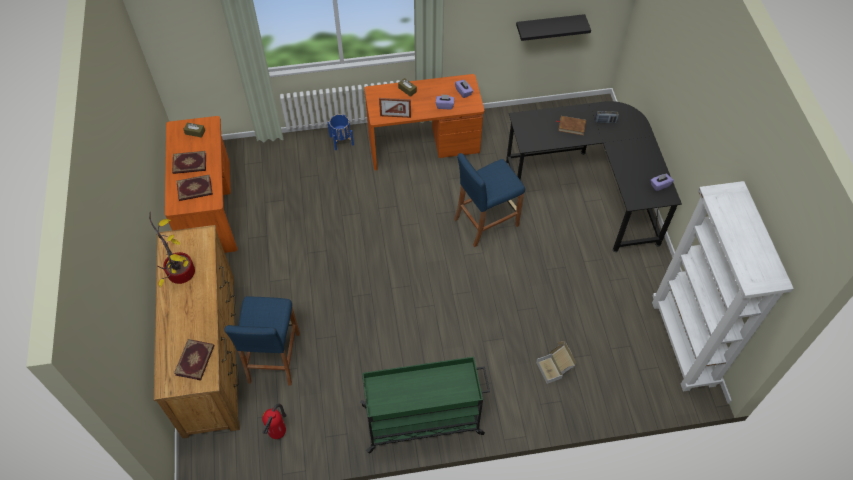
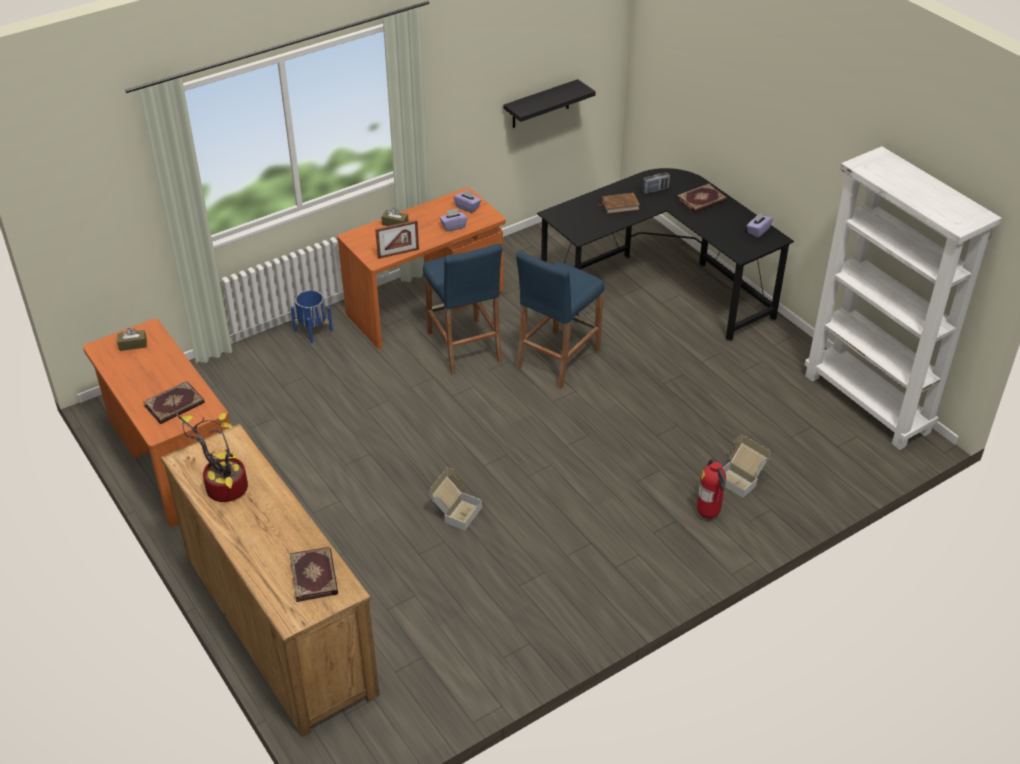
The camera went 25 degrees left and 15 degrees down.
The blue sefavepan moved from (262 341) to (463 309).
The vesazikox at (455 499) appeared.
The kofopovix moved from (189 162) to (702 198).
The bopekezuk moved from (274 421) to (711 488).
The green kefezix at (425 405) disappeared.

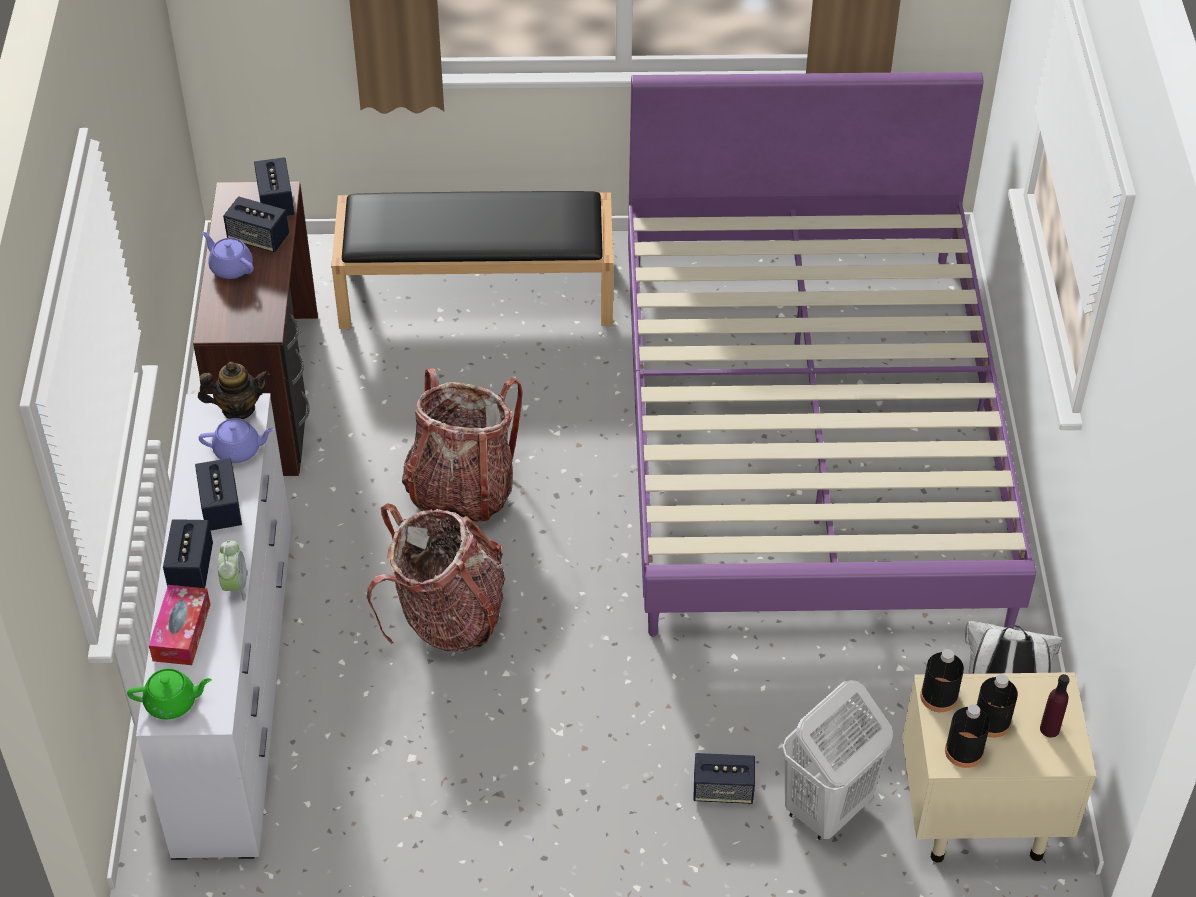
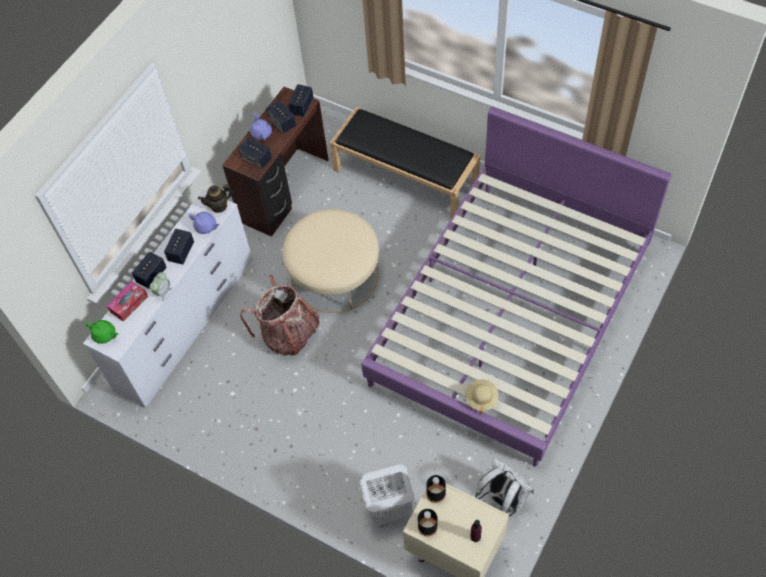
The camera went 35 degrees right and 10 degrees up.
The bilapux at (234 390) turned 135 degrees clockwise.
The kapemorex moved from (724 778) to (255 153).
The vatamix at (462 445) was replaced by the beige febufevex at (331 261).
The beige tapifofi at (481 397) appeared.
The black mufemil at (997 706) disappeared.

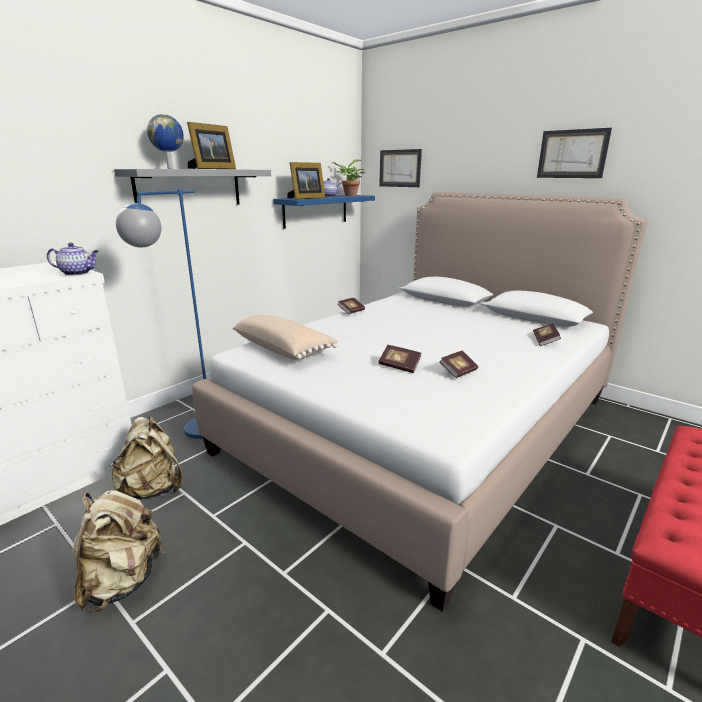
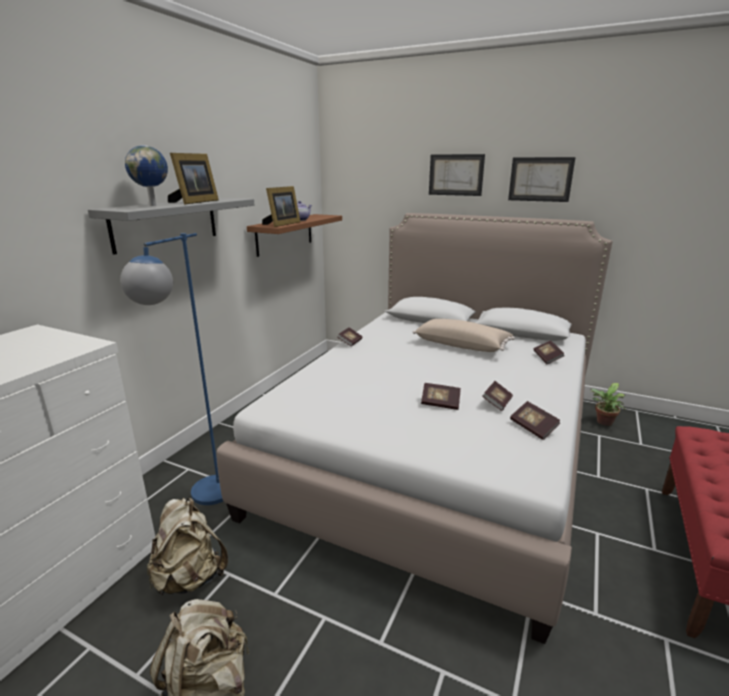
The camera went 15 degrees left and 0 degrees up.
The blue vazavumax at (324 212) became the brown vazavumax at (294 235).
The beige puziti moved from (285 337) to (464 335).
The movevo moved from (400 168) to (457 175).
The kofopovix at (535 420) appeared.
The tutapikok moved from (349 178) to (608 404).
The bilapux at (72 259) disappeared.

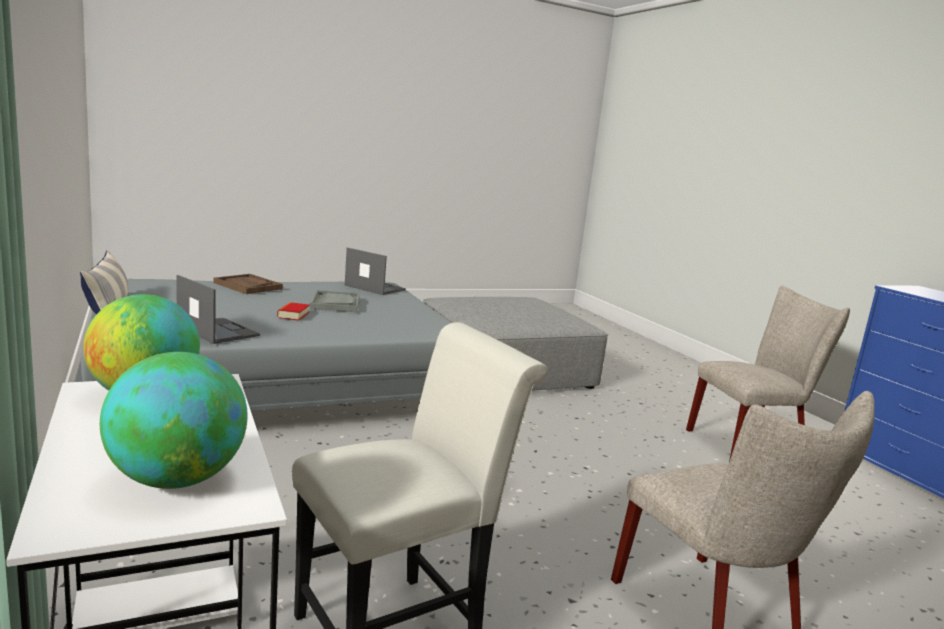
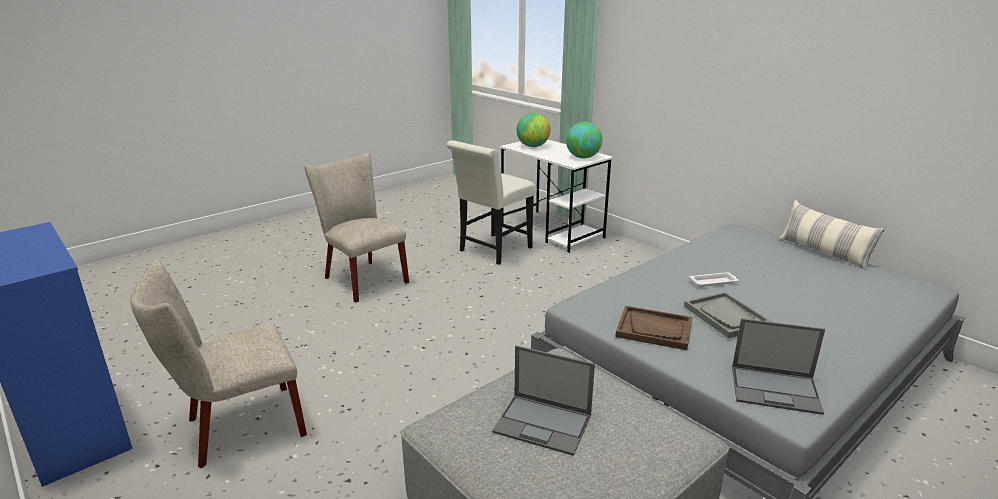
The camera went 165 degrees right and 10 degrees up.
The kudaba moved from (218 309) to (543 400).
The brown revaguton moved from (248 284) to (653 328).
The kofopovix at (293 311) was replaced by the white revaguton at (714 279).

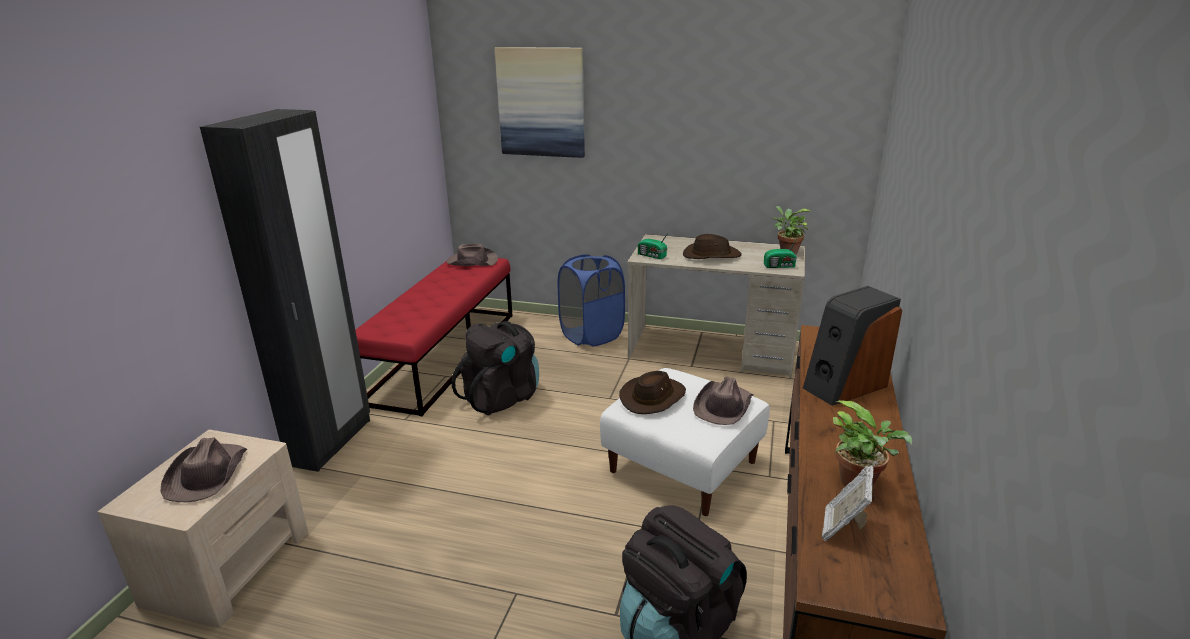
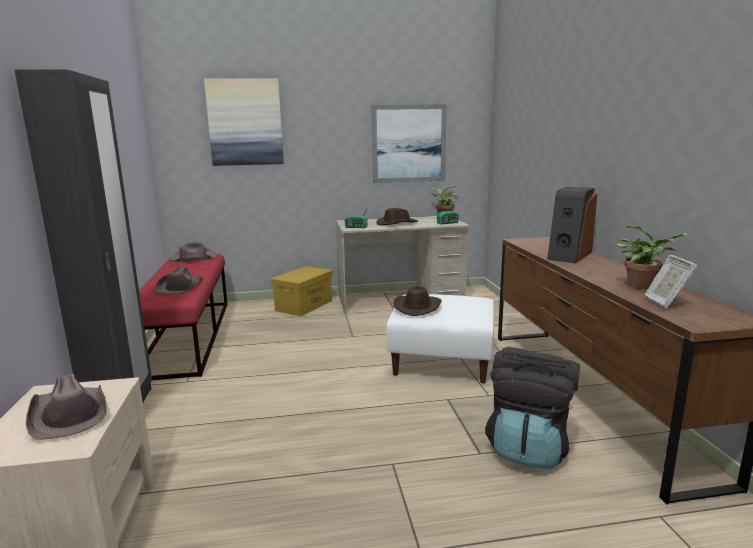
The camera went 25 degrees left and 10 degrees down.
The brown tapifofi moved from (723 400) to (179 280).
The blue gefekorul at (591 300) was replaced by the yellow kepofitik at (302 291).
The movevo at (409 143) appeared.
The black vatamix at (495 368) disappeared.

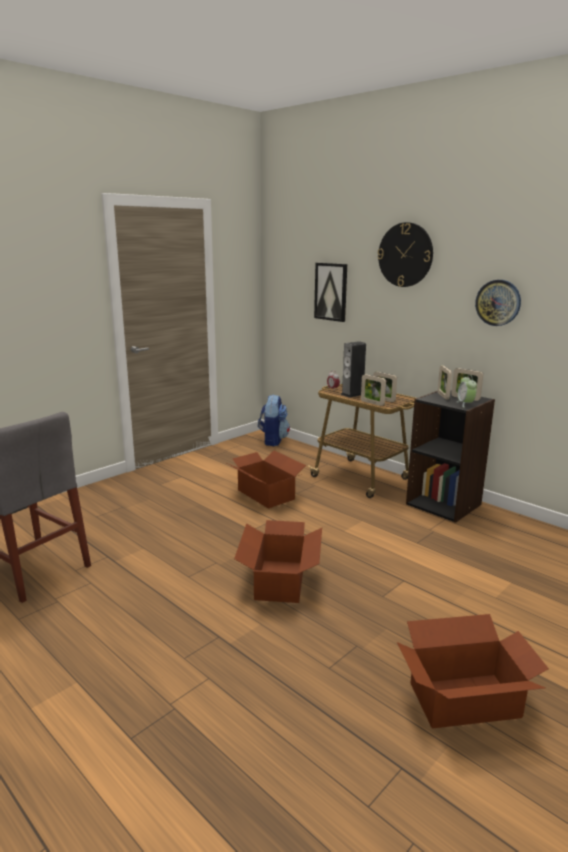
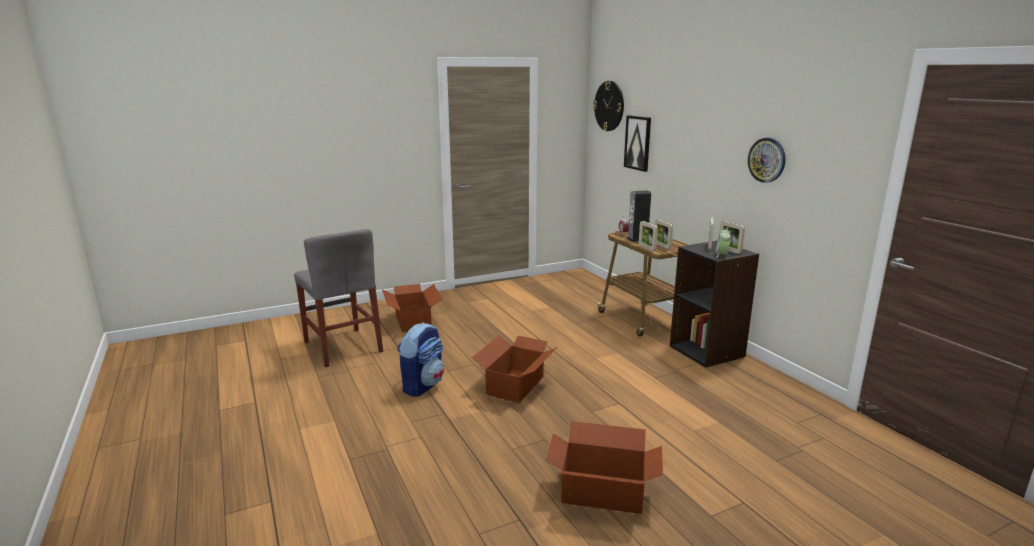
The camera went 20 degrees right and 0 degrees up.
The vesazikox moved from (266 479) to (412 308).
The vatamix moved from (274 420) to (420 360).
The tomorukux moved from (405 254) to (608 106).

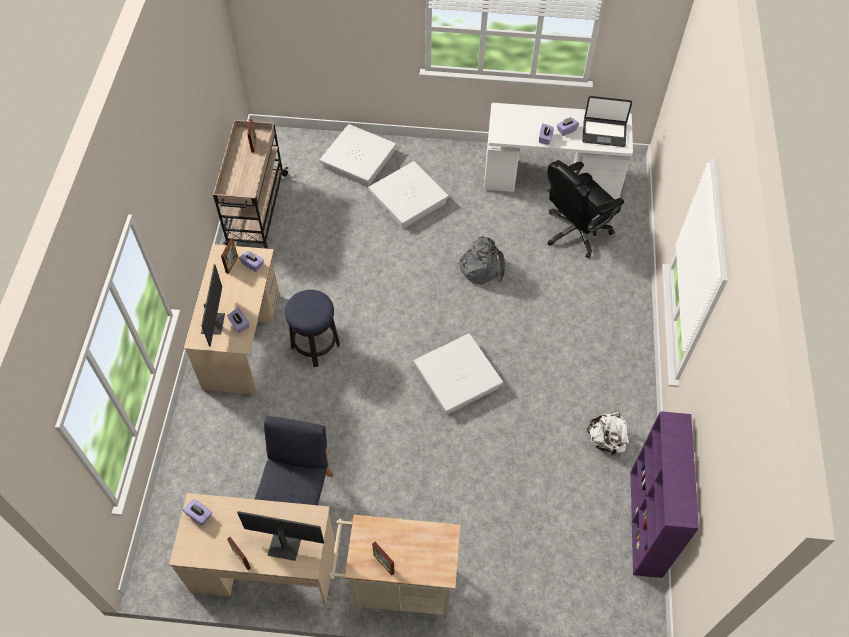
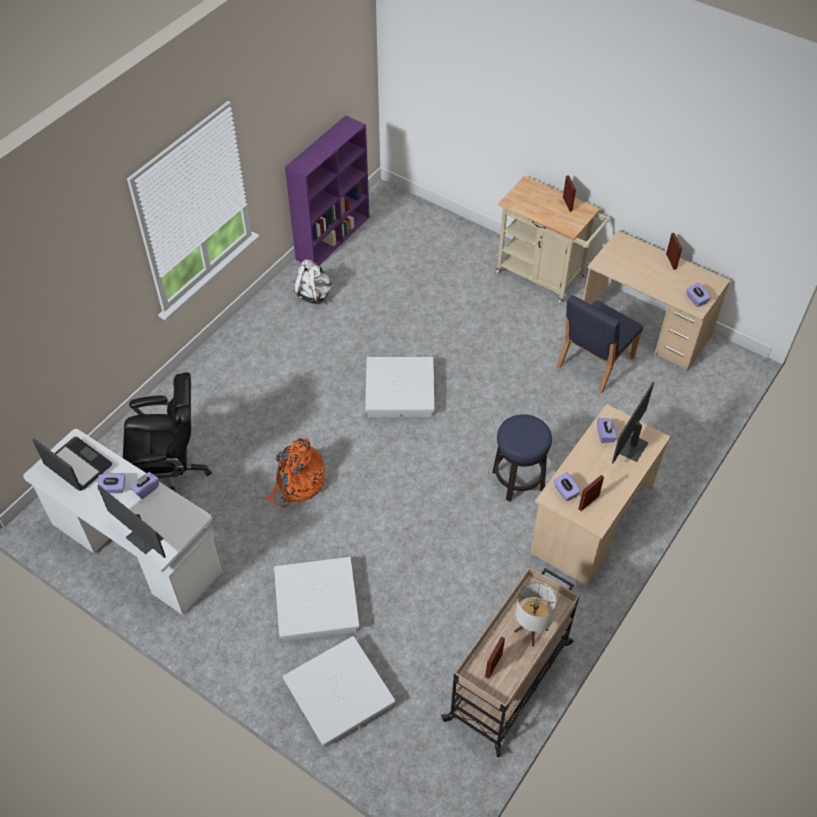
The camera went 150 degrees left and 5 degrees down.
The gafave moved from (280 536) to (131 521).
The grey vatamix at (481 260) became the orange vatamix at (294 472).
The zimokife at (535 614) appeared.

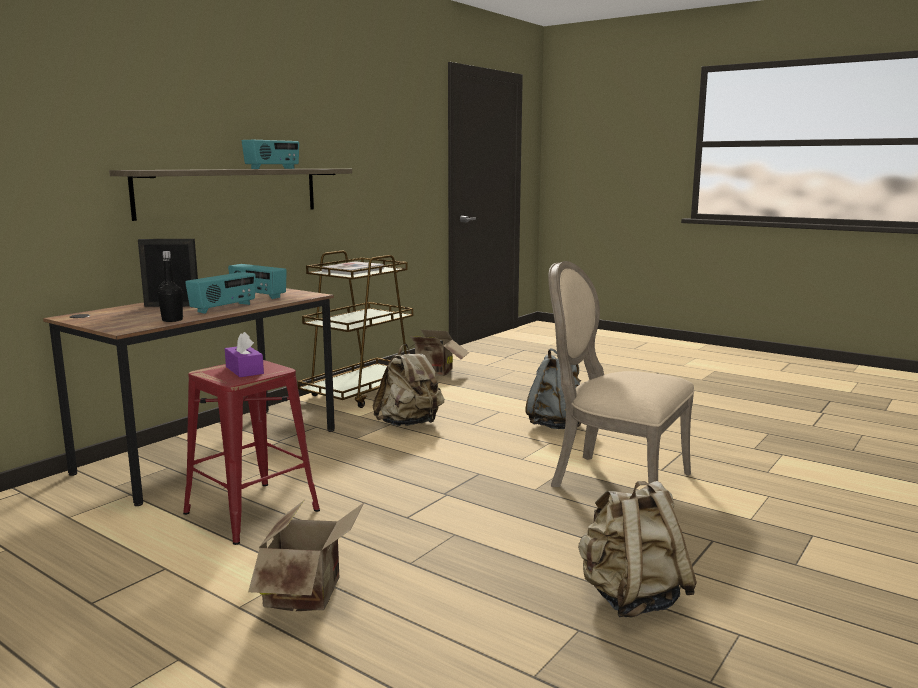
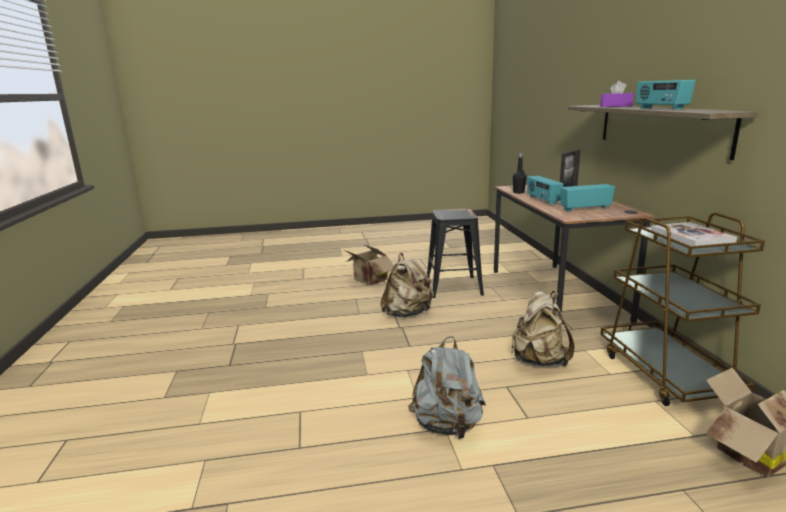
The camera went 135 degrees right and 5 degrees up.
The beige vatamix moved from (637 549) to (407 285).
The red sefavepan at (251 452) became the black sefavepan at (455 253).
The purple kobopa moved from (244 354) to (617 94).
The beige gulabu at (621 374) disappeared.

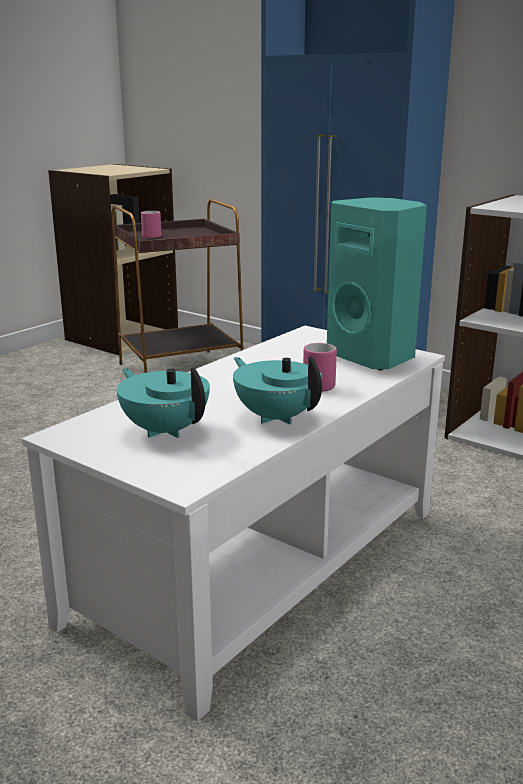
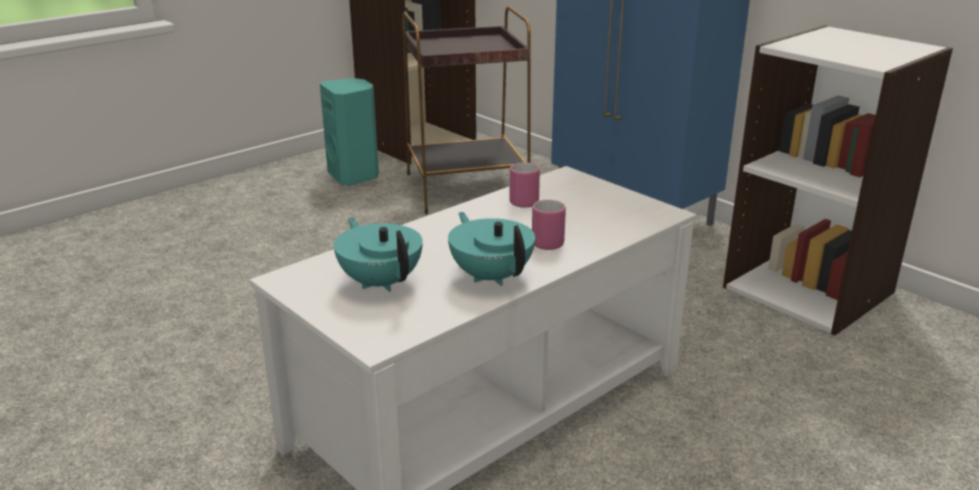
The camera went 10 degrees right and 5 degrees up.
The turquoise kapemorex moved from (377 283) to (349 132).
The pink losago moved from (151 224) to (524 185).

